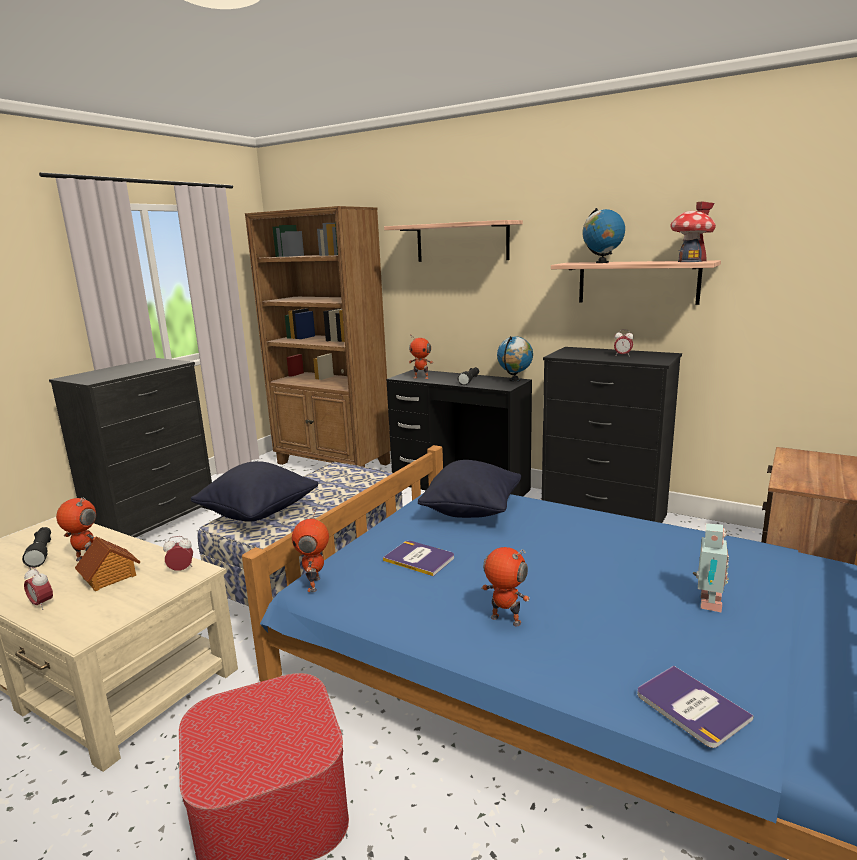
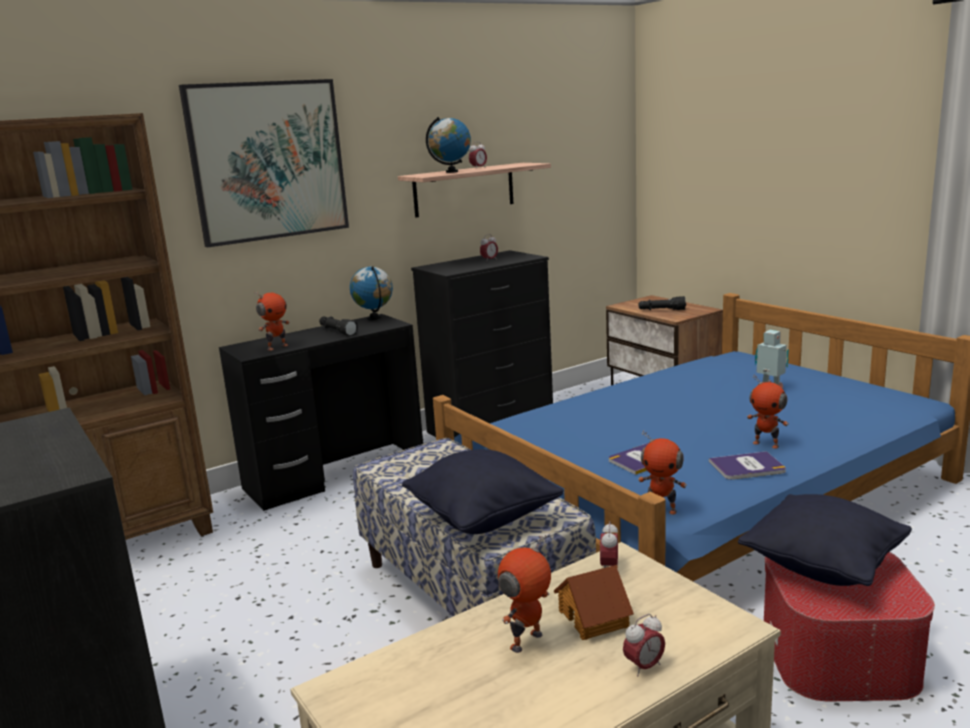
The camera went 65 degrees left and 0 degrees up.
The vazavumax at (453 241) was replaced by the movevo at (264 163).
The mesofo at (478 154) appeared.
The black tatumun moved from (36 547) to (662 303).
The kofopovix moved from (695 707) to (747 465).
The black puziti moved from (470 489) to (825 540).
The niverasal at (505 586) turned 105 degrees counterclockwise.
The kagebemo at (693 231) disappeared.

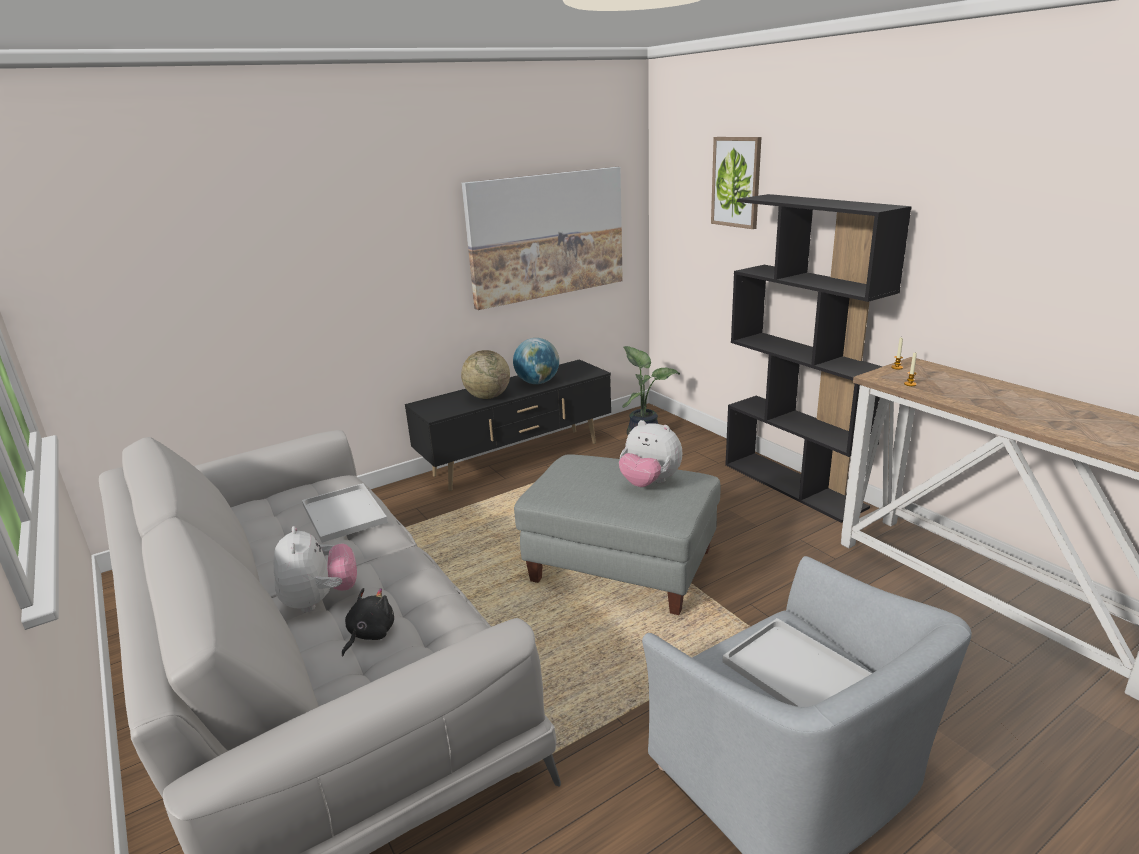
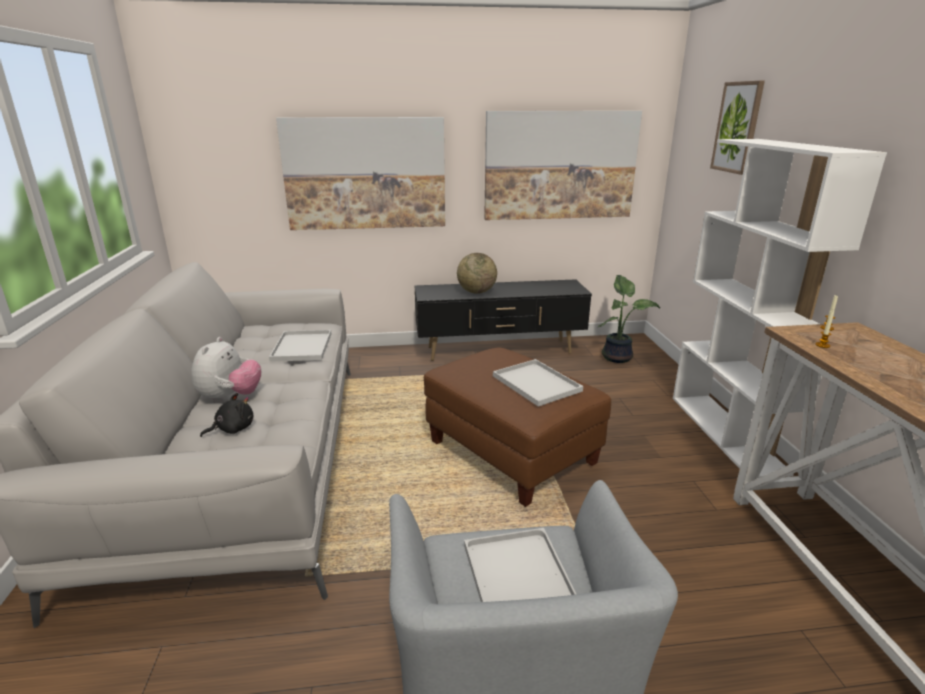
The camera went 25 degrees right and 0 degrees up.
The movevo at (360 173) appeared.
The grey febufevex at (617 534) became the brown febufevex at (517 427).
The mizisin at (650 453) was replaced by the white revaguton at (538 383).
The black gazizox at (818 358) became the white gazizox at (780 308).
The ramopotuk at (536 361) disappeared.

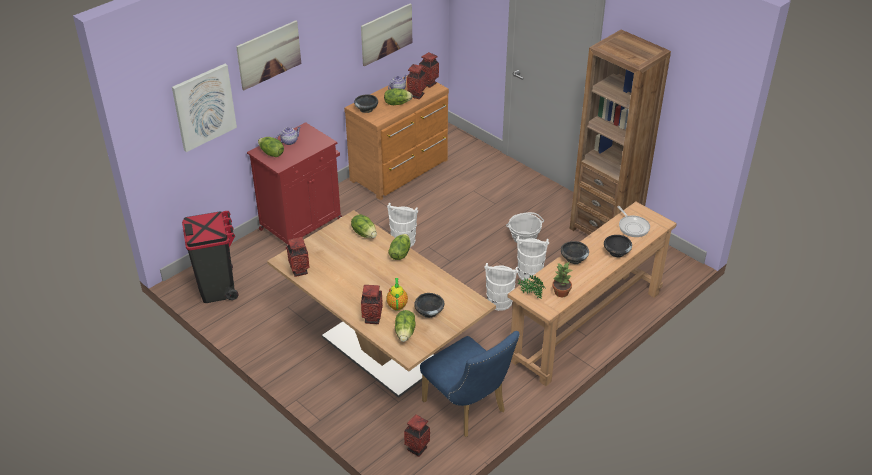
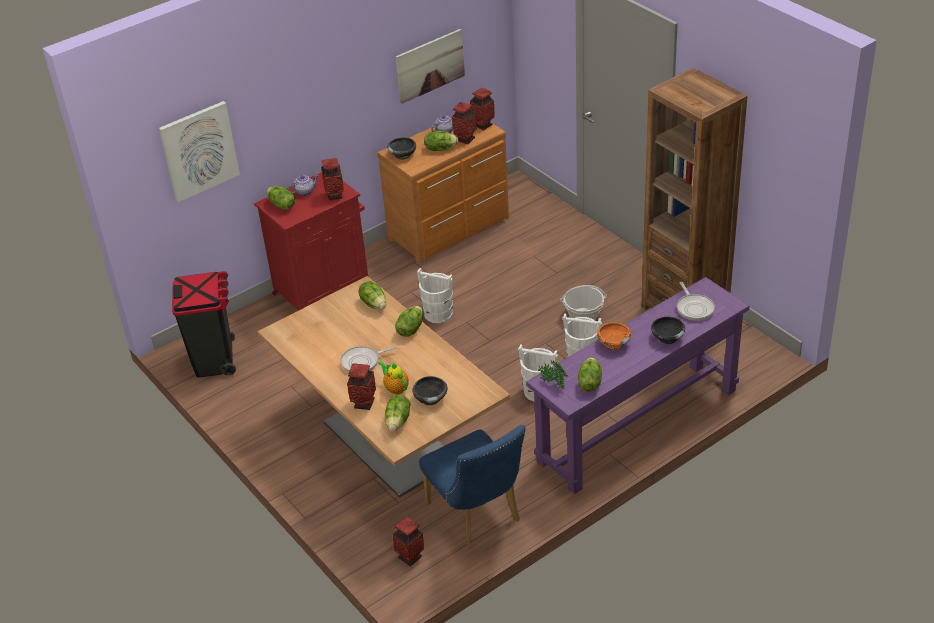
The camera went 10 degrees right and 0 degrees up.
The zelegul moved from (298 257) to (332 179).
The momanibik at (368 359) appeared.
The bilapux at (397 294) turned 45 degrees counterclockwise.
The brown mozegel at (592 294) became the purple mozegel at (638 385).
The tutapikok at (563 279) was replaced by the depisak at (590 374).
The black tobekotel at (575 252) became the orange tobekotel at (614 336).
The movevo at (268 55) disappeared.

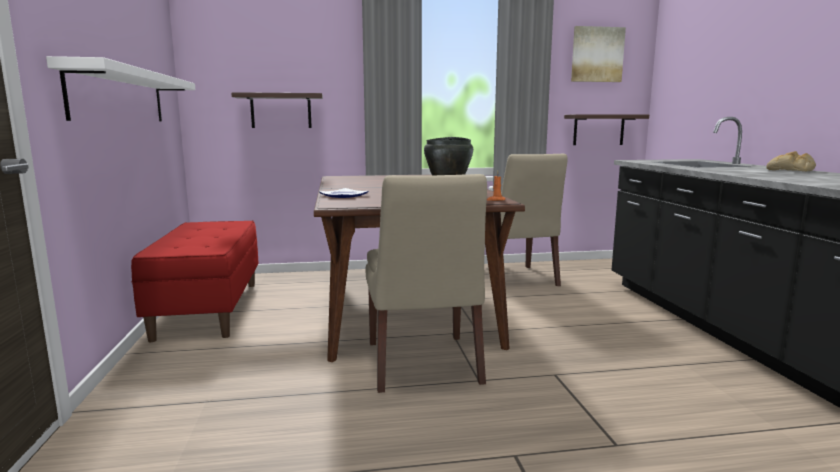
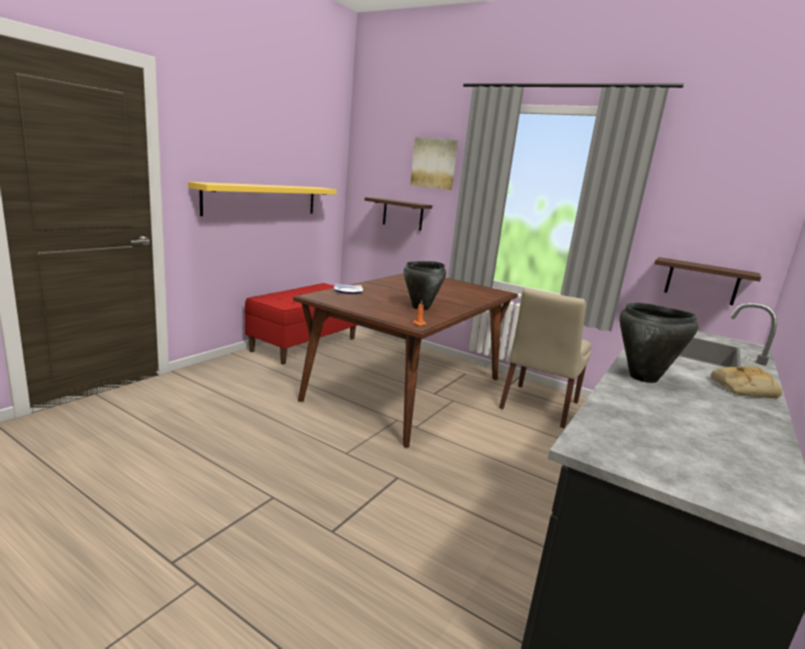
The camera went 40 degrees right and 5 degrees up.
The white vazavumax at (120 89) became the yellow vazavumax at (262 199).
The movevo moved from (598 54) to (434 163).
The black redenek at (659 342) appeared.
The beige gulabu at (426 283) disappeared.

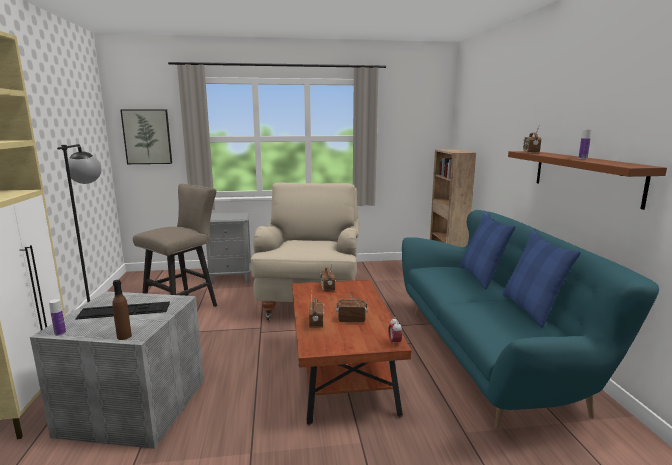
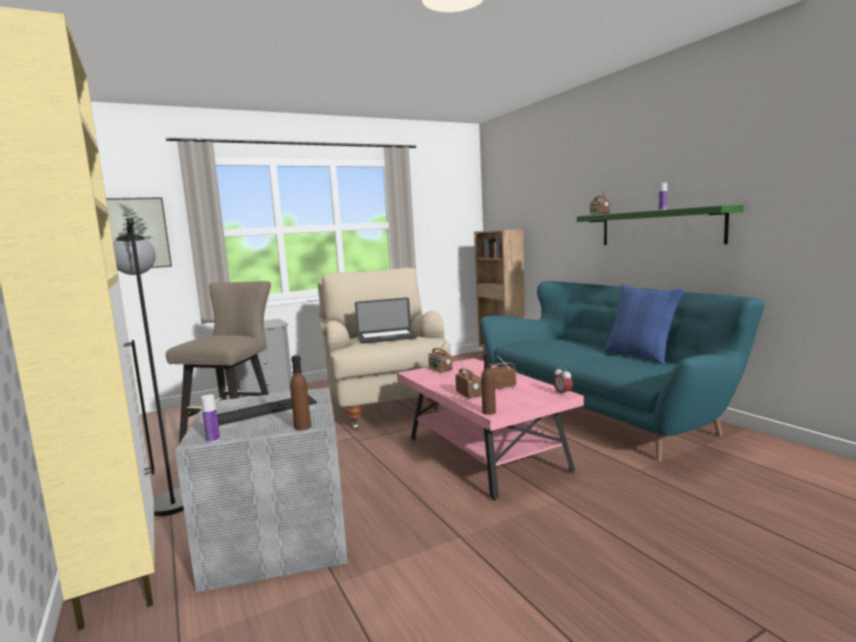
The camera went 20 degrees left and 5 degrees down.
The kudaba at (386 320) appeared.
The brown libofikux at (352 352) became the pink libofikux at (490 429).
The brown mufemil at (488 384) appeared.
The brown vazavumax at (587 180) became the green vazavumax at (660 225).
The blue puziti at (487 250) disappeared.

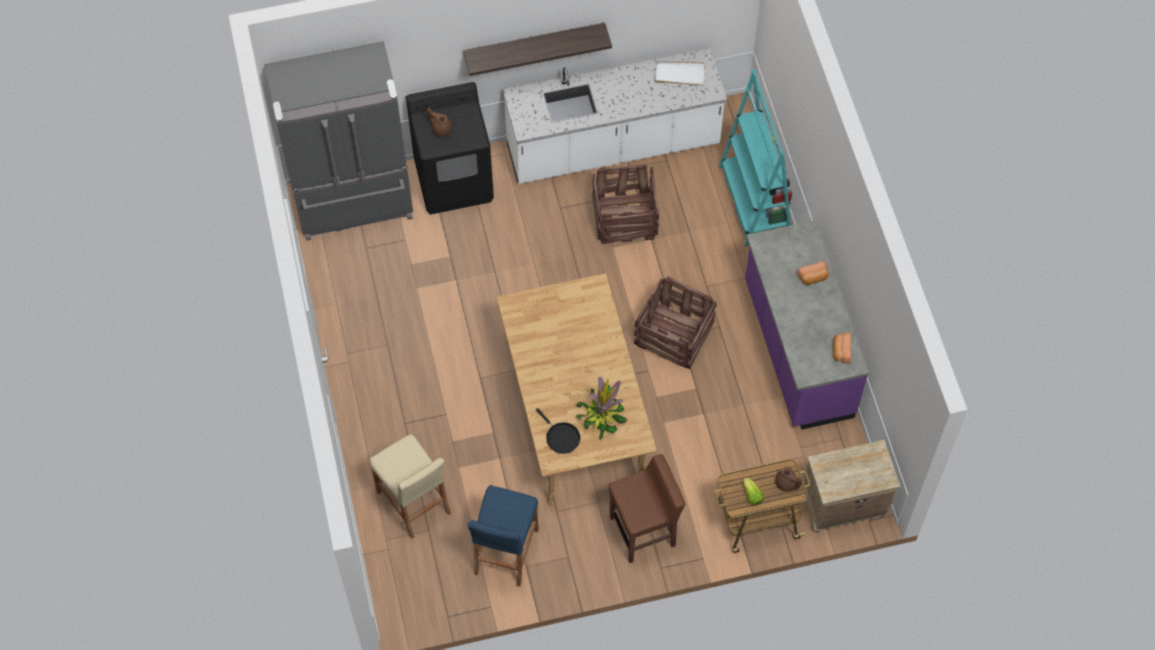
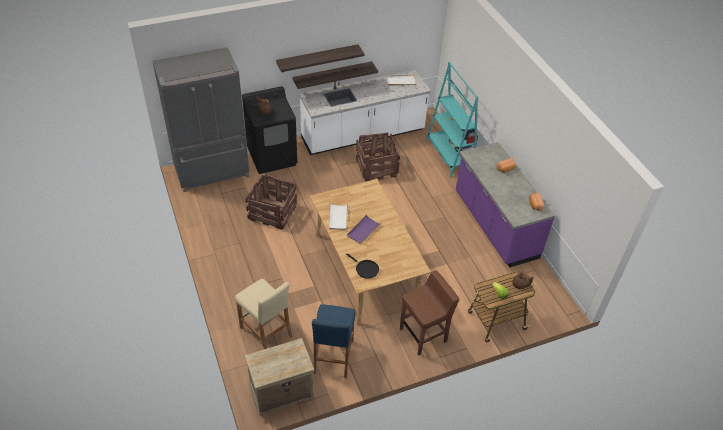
The camera went 10 degrees left and 15 degrees down.
The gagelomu moved from (675 322) to (271 201).
The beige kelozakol moved from (852 486) to (280 377).
The vazavumax at (335 75) appeared.
The white revaguton at (339 217) appeared.
The purple revaguton at (364 229) appeared.
The tutapikok at (601 408) disappeared.

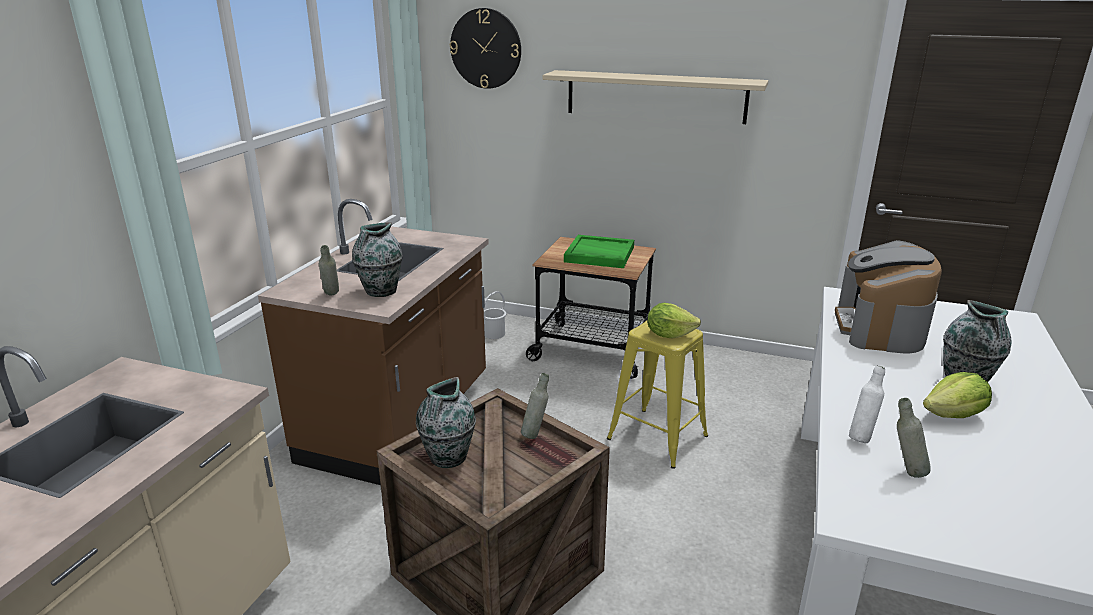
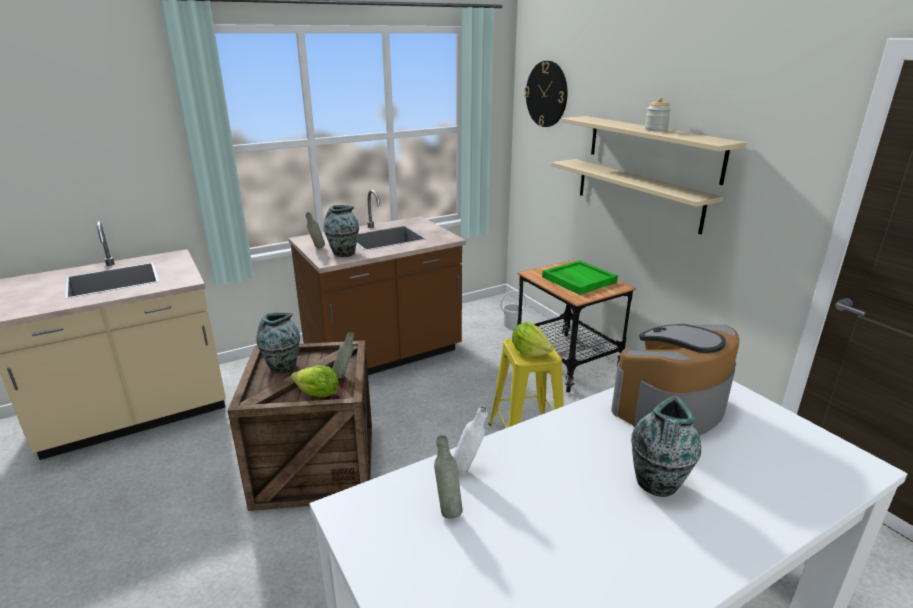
The camera went 40 degrees right and 0 degrees up.
The depisak moved from (957 395) to (315 381).
The beige vazavumax at (637 196) appeared.
The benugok at (658 114) appeared.

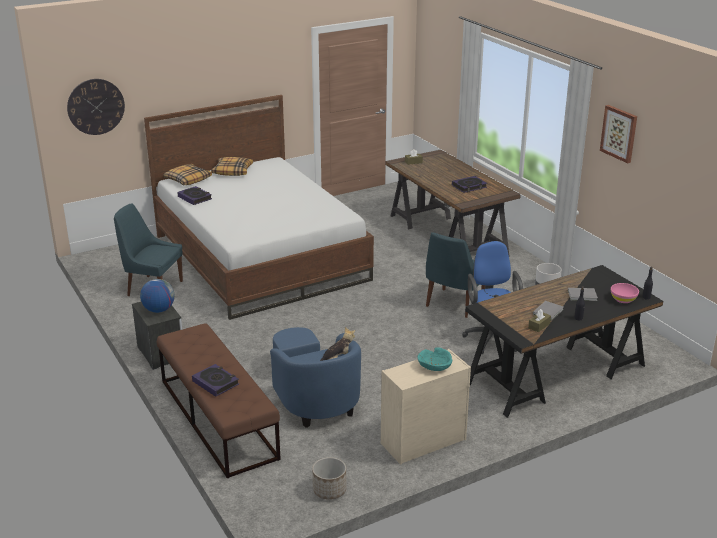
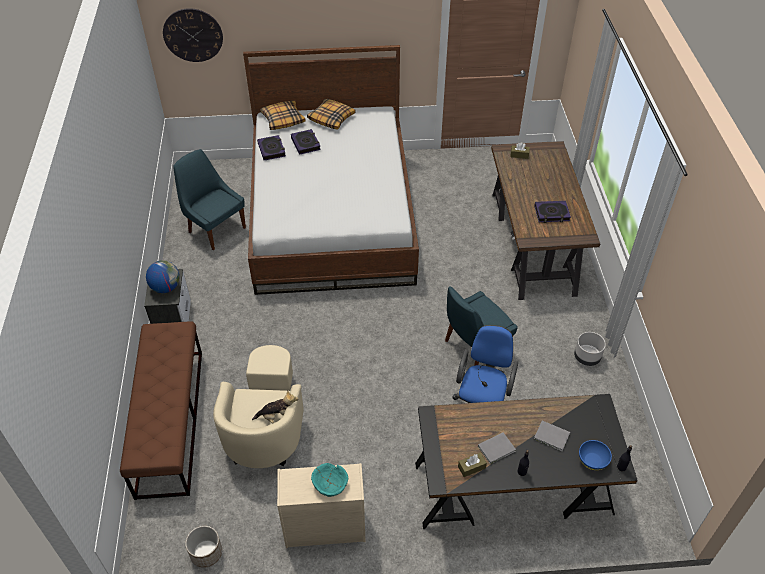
The camera went 25 degrees right and 20 degrees up.
The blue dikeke at (315 377) became the beige dikeke at (258 406).
The kofopovix moved from (215 380) to (306 142).
The pink tobekotel at (625 293) became the blue tobekotel at (595 455).
The movevo at (618 134) disappeared.

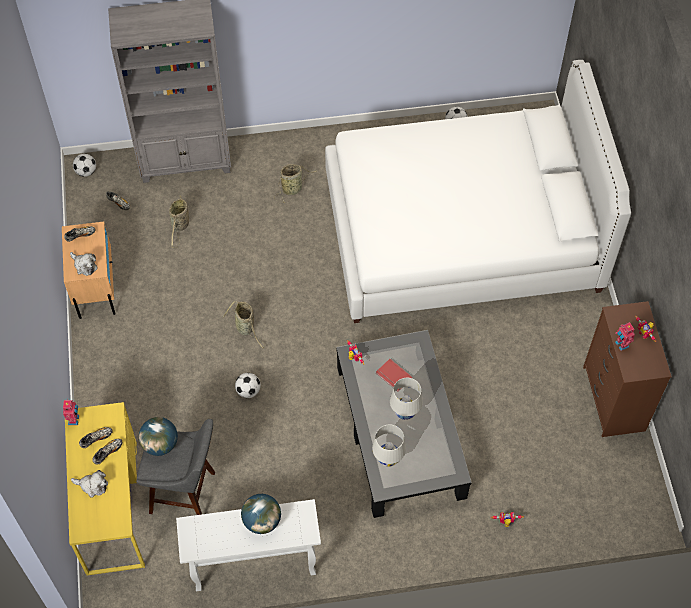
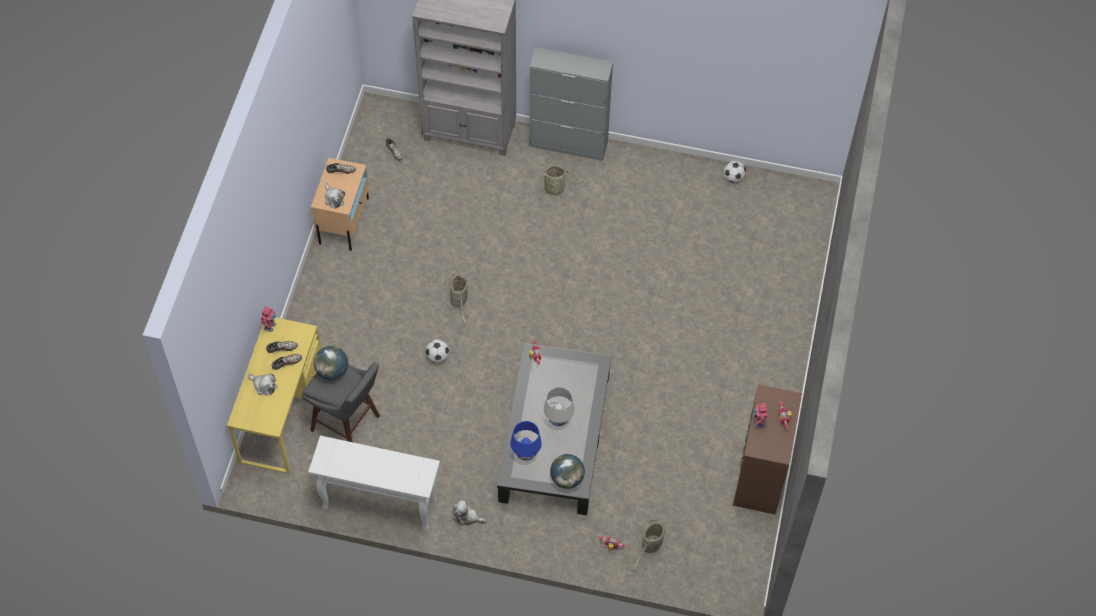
The camera went 20 degrees right and 0 degrees up.
The mizisin at (469 513) appeared.
The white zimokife at (389 445) became the blue zimokife at (526 441).
The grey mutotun at (571 104) appeared.
The ramopotuk moved from (261 514) to (567 471).
The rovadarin moved from (179 222) to (649 545).
The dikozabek at (84 165) disappeared.
The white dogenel at (478 191) disappeared.
The red kofopovix at (394 375) disappeared.

